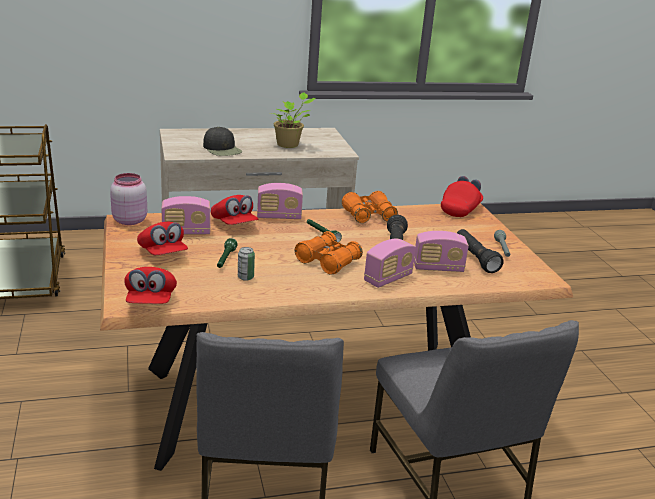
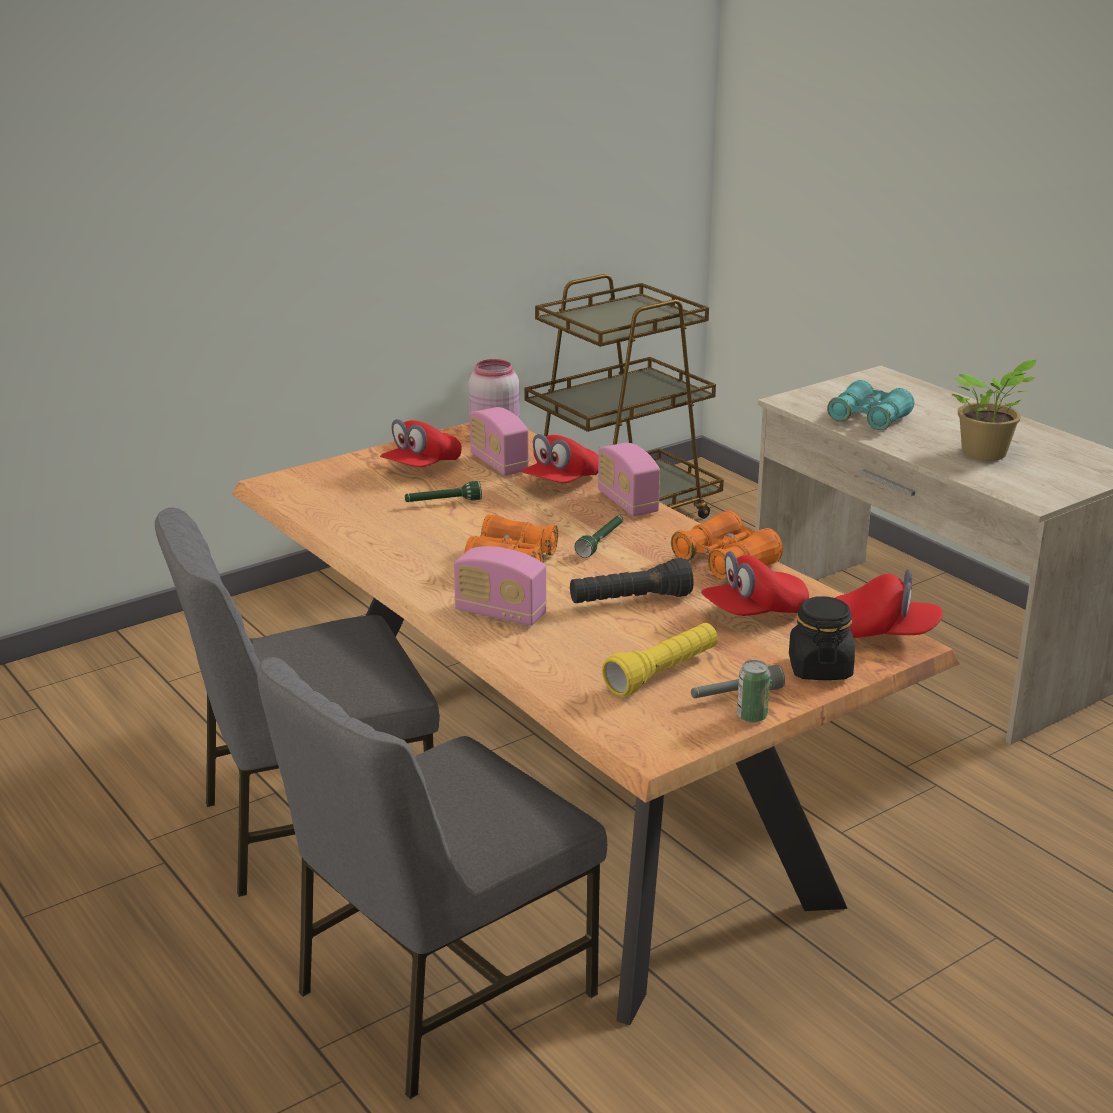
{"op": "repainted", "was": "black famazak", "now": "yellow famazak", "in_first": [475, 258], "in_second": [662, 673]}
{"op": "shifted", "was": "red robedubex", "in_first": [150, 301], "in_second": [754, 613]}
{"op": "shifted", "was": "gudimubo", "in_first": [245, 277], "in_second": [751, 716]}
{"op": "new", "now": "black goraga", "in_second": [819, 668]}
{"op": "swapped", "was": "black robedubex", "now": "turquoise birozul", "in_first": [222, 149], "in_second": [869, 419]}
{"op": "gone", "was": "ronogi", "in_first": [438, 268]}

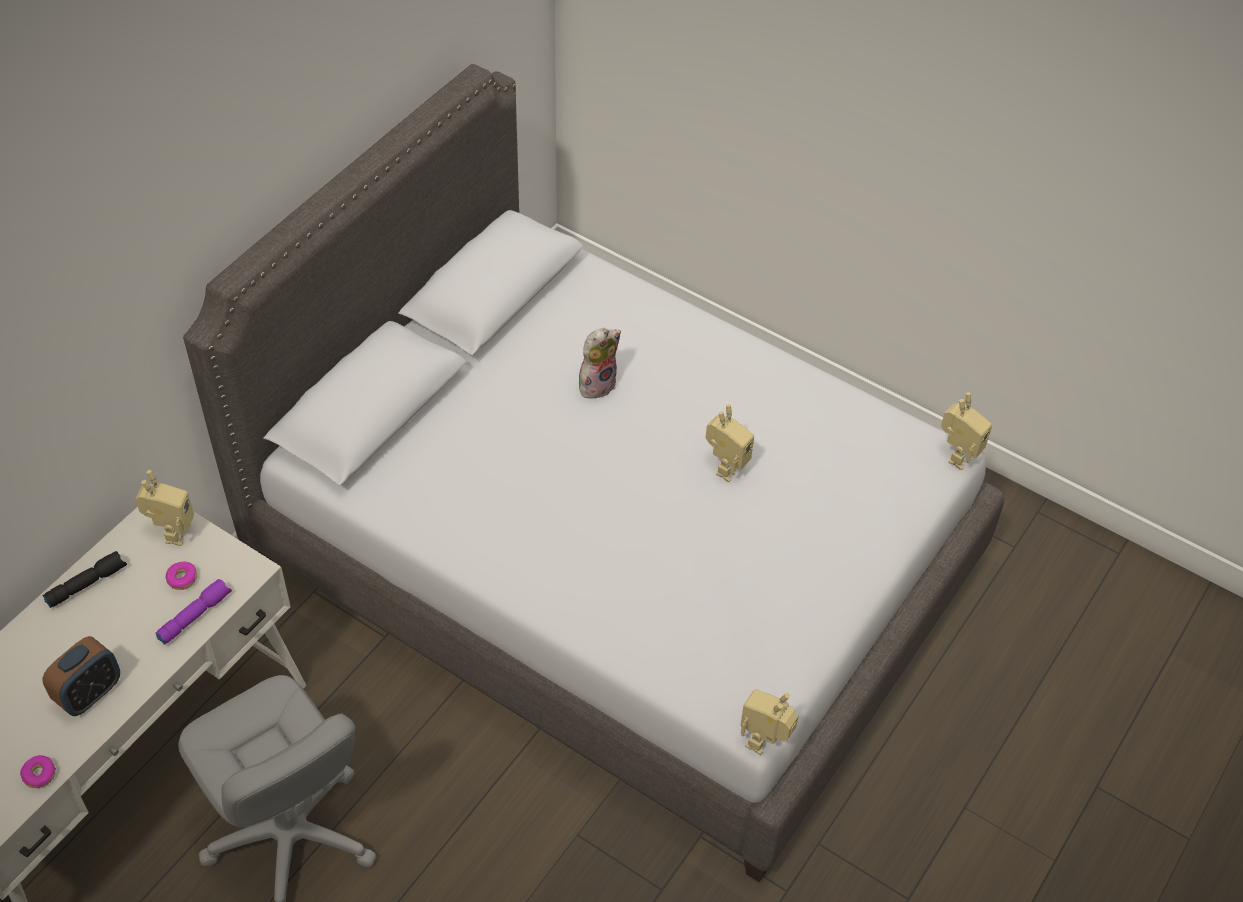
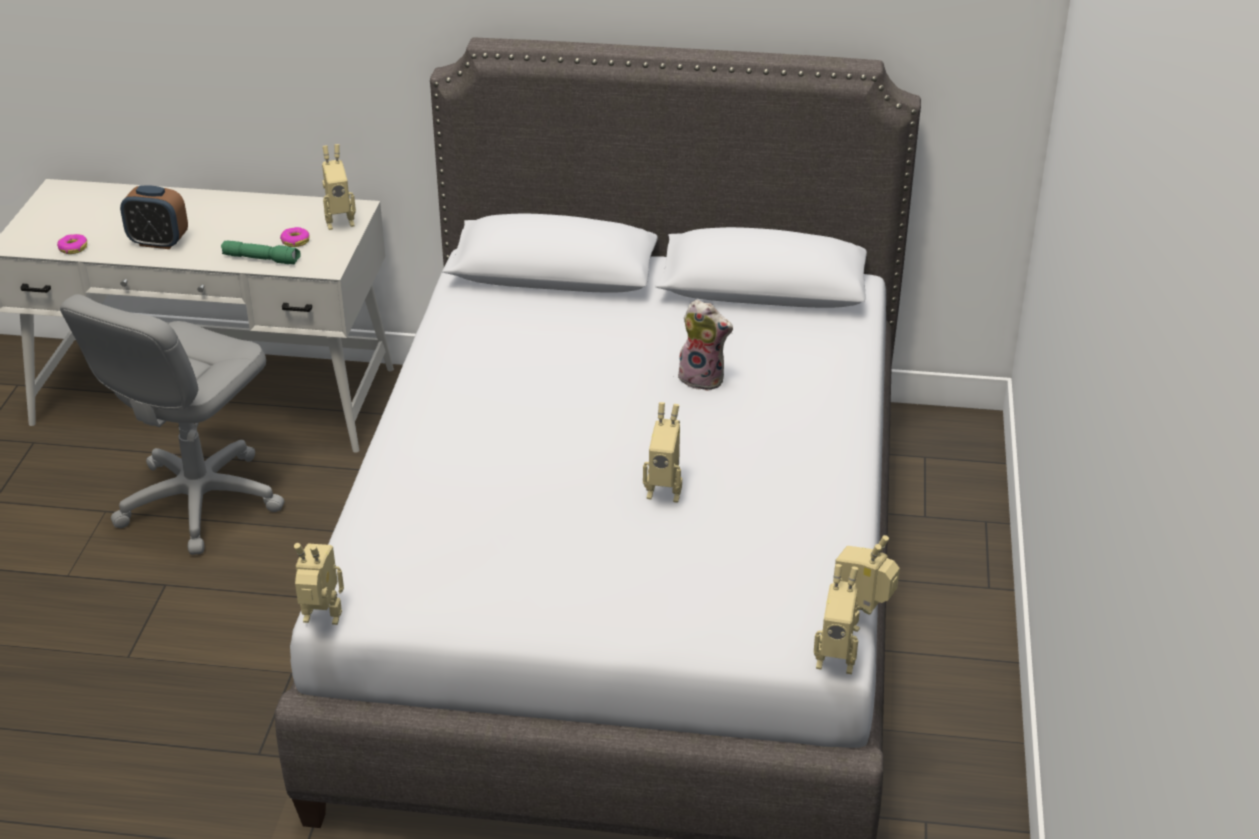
{"op": "repainted", "was": "purple famazak", "now": "green famazak", "in_first": [194, 615], "in_second": [262, 259]}
{"op": "new", "now": "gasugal", "in_second": [861, 620]}
{"op": "gone", "was": "black famazak", "in_first": [87, 583]}

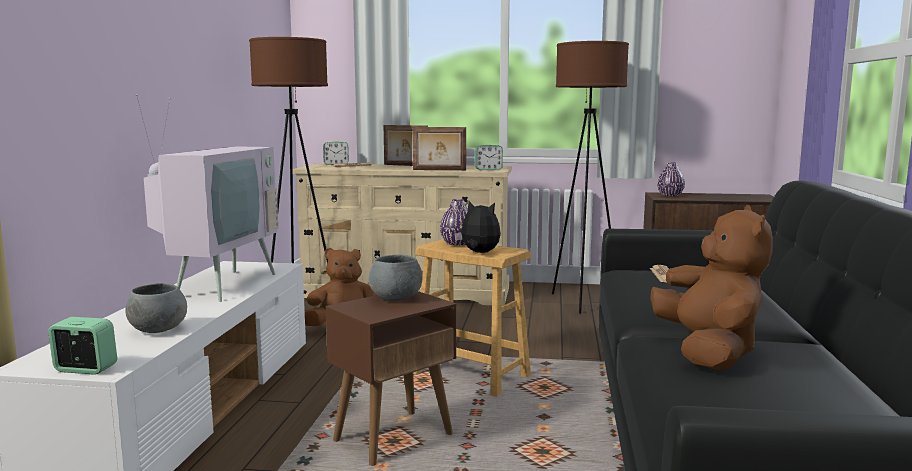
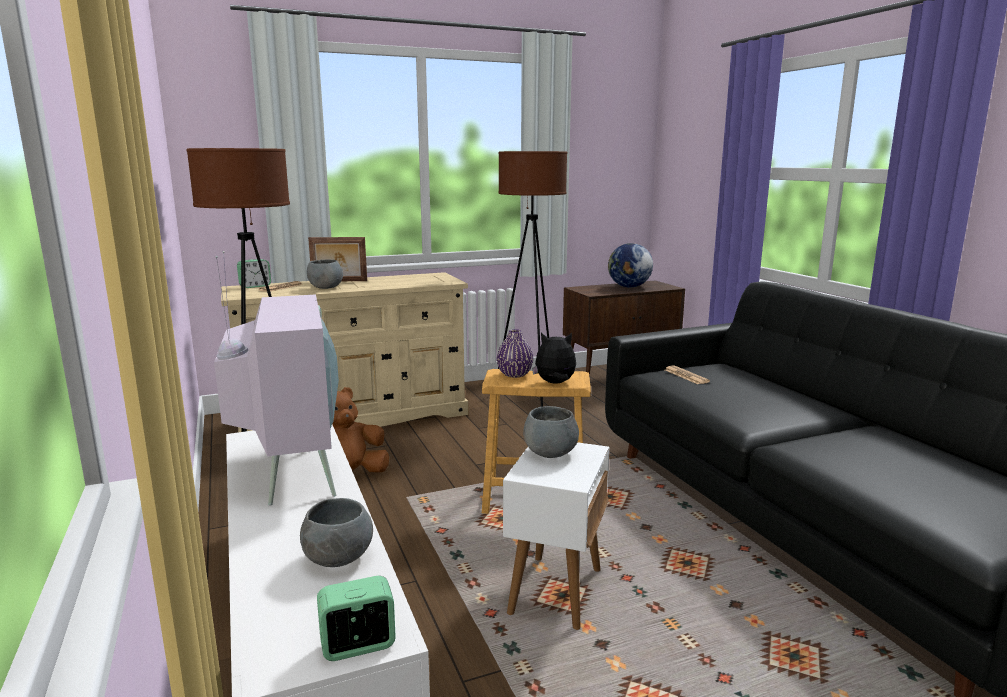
{"op": "new", "now": "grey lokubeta", "in_second": [326, 287]}
{"op": "repainted", "was": "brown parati", "now": "white parati", "in_first": [394, 437], "in_second": [556, 590]}
{"op": "new", "now": "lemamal", "in_second": [628, 287]}
{"op": "gone", "was": "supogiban", "in_first": [439, 170]}
{"op": "gone", "was": "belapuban", "in_first": [488, 169]}
{"op": "gone", "was": "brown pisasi", "in_first": [708, 352]}
{"op": "gone", "was": "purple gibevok", "in_first": [670, 195]}

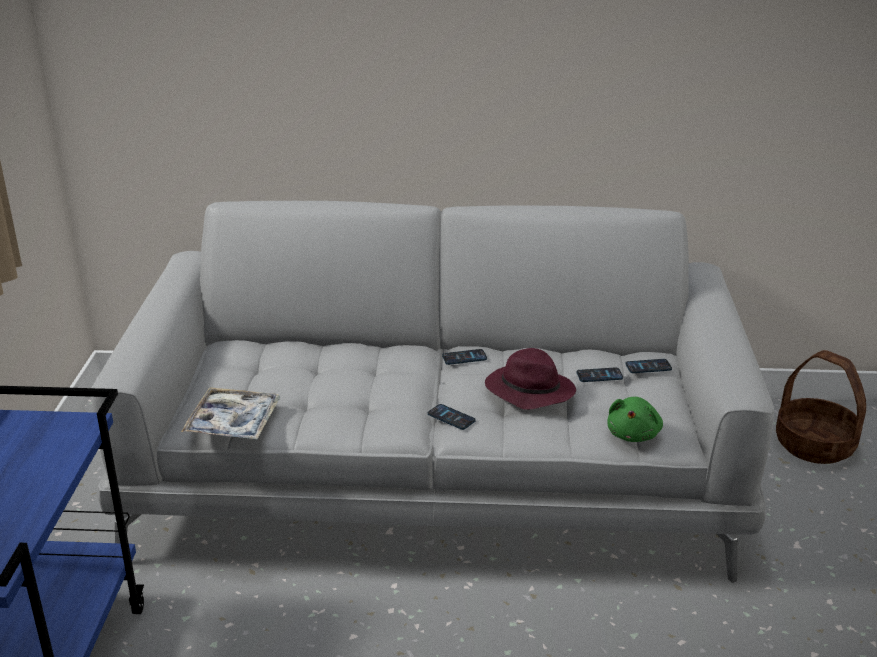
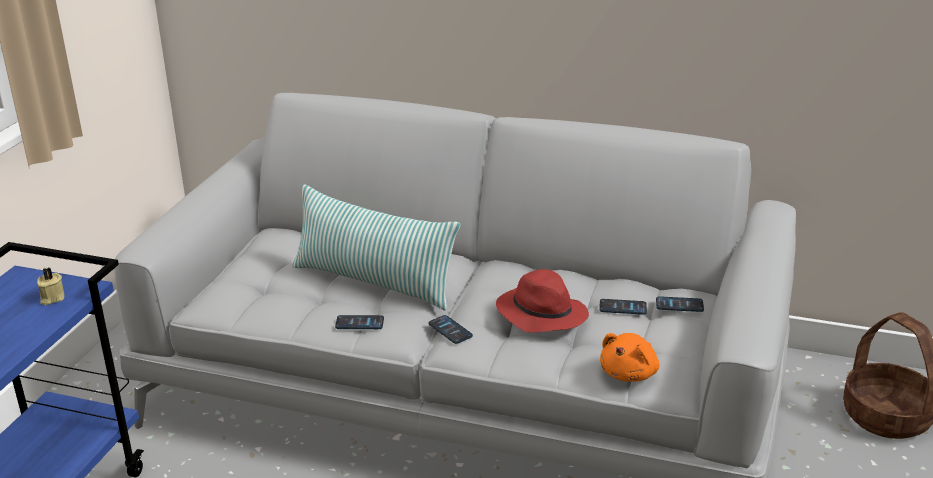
{"op": "new", "now": "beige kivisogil", "in_second": [51, 298]}
{"op": "new", "now": "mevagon", "in_second": [374, 282]}
{"op": "shifted", "was": "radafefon", "in_first": [464, 357], "in_second": [359, 323]}
{"op": "repainted", "was": "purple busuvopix", "now": "red busuvopix", "in_first": [528, 391], "in_second": [540, 314]}
{"op": "repainted", "was": "green pisasi", "now": "orange pisasi", "in_first": [633, 434], "in_second": [630, 373]}
{"op": "gone", "was": "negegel", "in_first": [233, 422]}

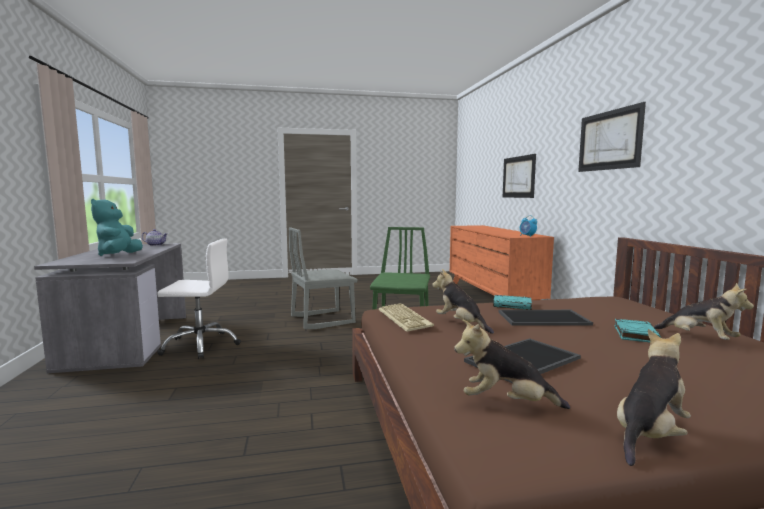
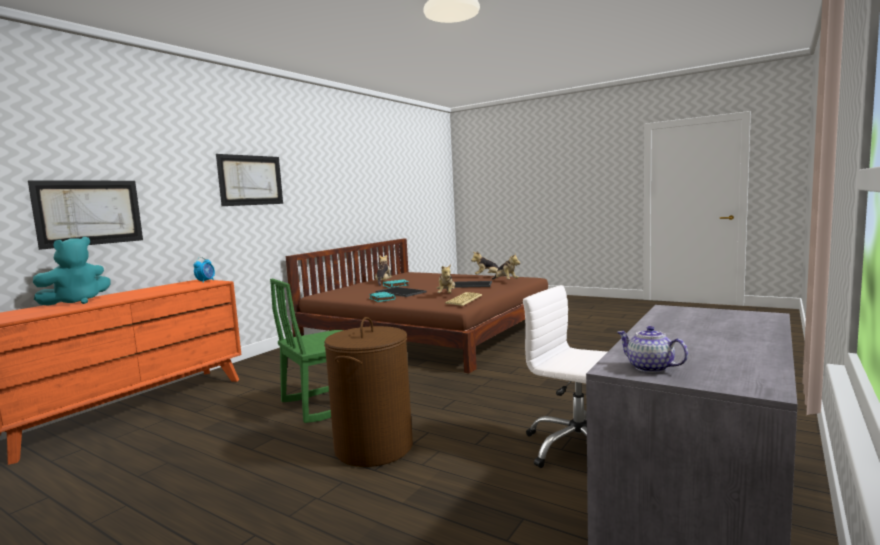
{"op": "shifted", "was": "turquoise pisasi", "in_first": [119, 255], "in_second": [76, 302]}
{"op": "swapped", "was": "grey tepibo", "now": "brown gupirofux", "in_first": [322, 320], "in_second": [374, 447]}

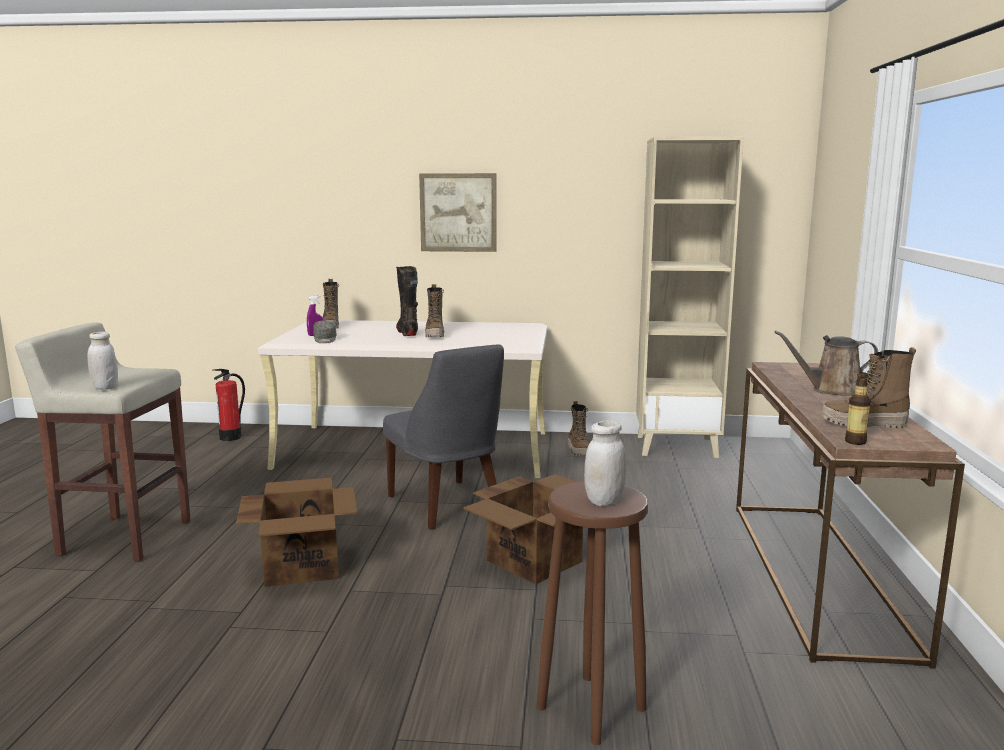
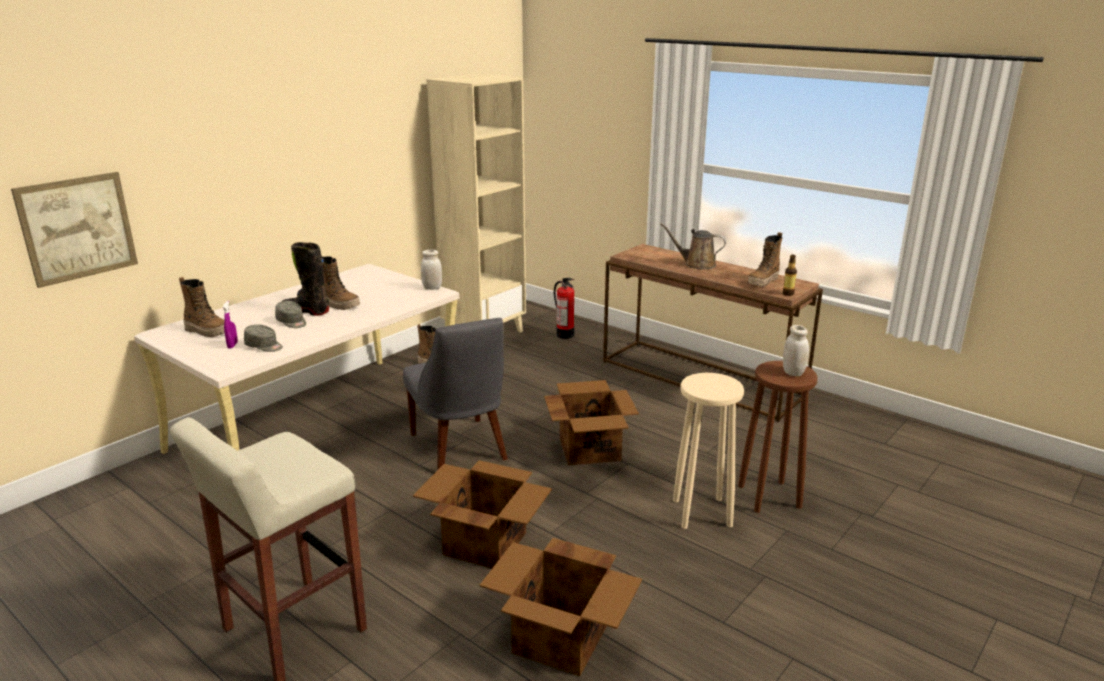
{"op": "shifted", "was": "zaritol", "in_first": [458, 212], "in_second": [77, 228]}
{"op": "new", "now": "grey robedubex", "in_second": [292, 322]}
{"op": "rotated", "was": "grey tepibo", "in_first": [447, 506], "in_second": [460, 449], "clockwise": 60}
{"op": "shifted", "was": "white goraga", "in_first": [105, 387], "in_second": [432, 288]}
{"op": "new", "now": "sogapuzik", "in_second": [561, 639]}
{"op": "shifted", "was": "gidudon", "in_first": [230, 437], "in_second": [565, 335]}
{"op": "rotated", "was": "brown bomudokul", "in_first": [831, 390], "in_second": [696, 264], "clockwise": 75}
{"op": "new", "now": "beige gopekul", "in_second": [701, 512]}

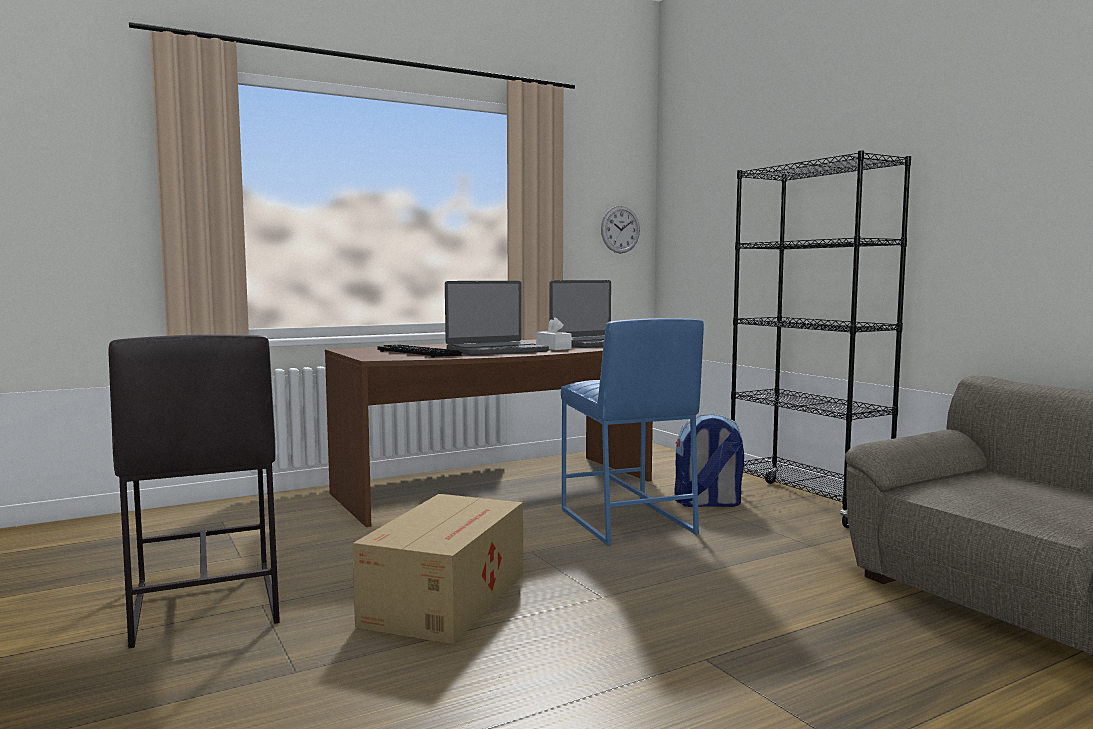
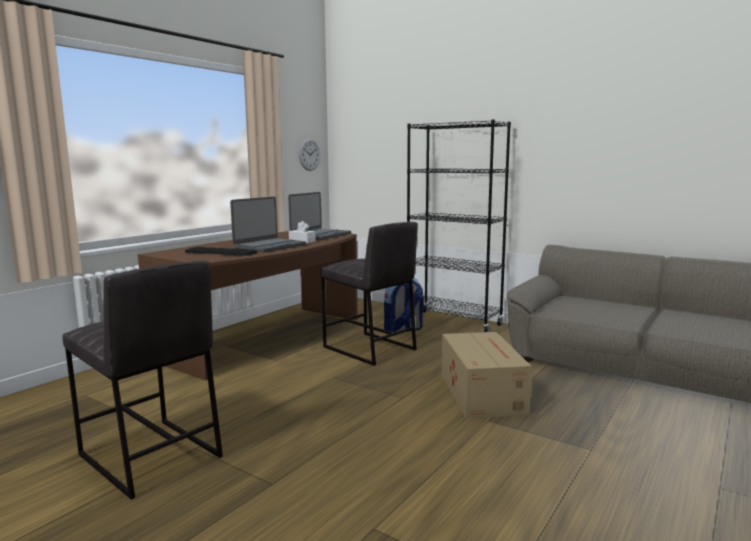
{"op": "repainted", "was": "blue gopekul", "now": "grey gopekul", "in_first": [626, 521], "in_second": [369, 349]}
{"op": "shifted", "was": "sogapuzik", "in_first": [448, 597], "in_second": [482, 392]}

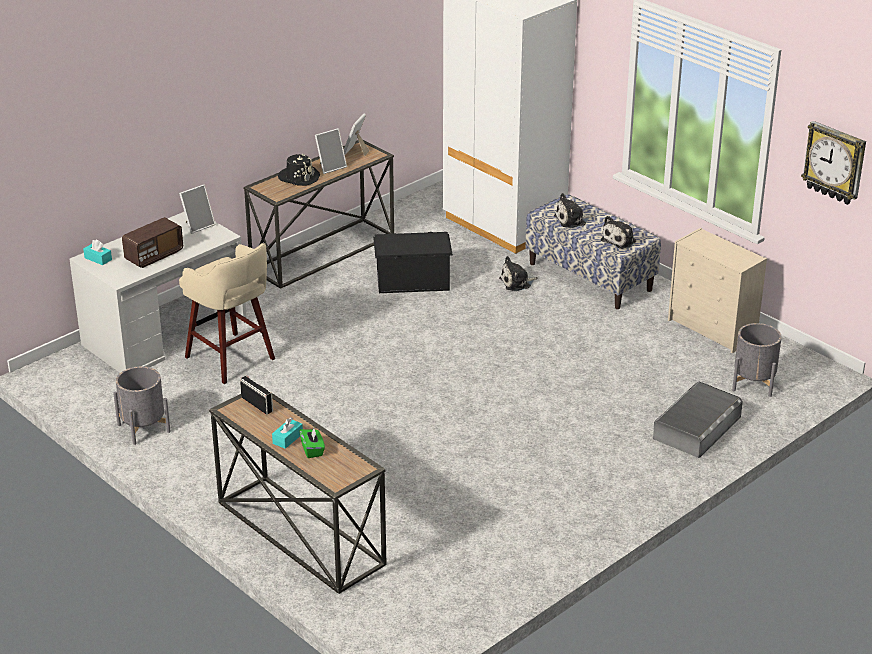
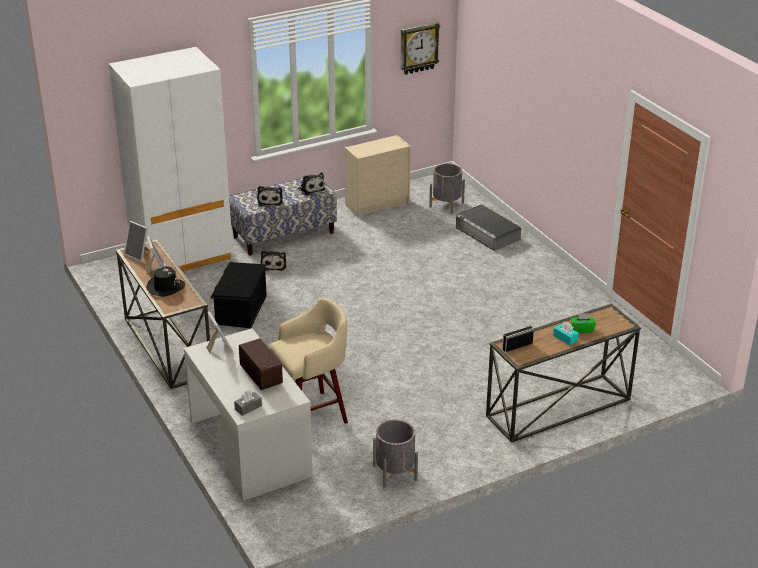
{"op": "repainted", "was": "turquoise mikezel", "now": "grey mikezel", "in_first": [98, 259], "in_second": [248, 407]}

